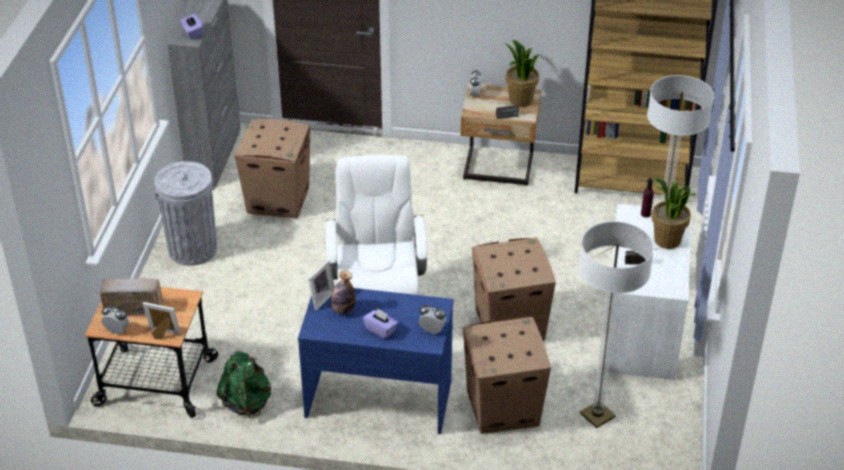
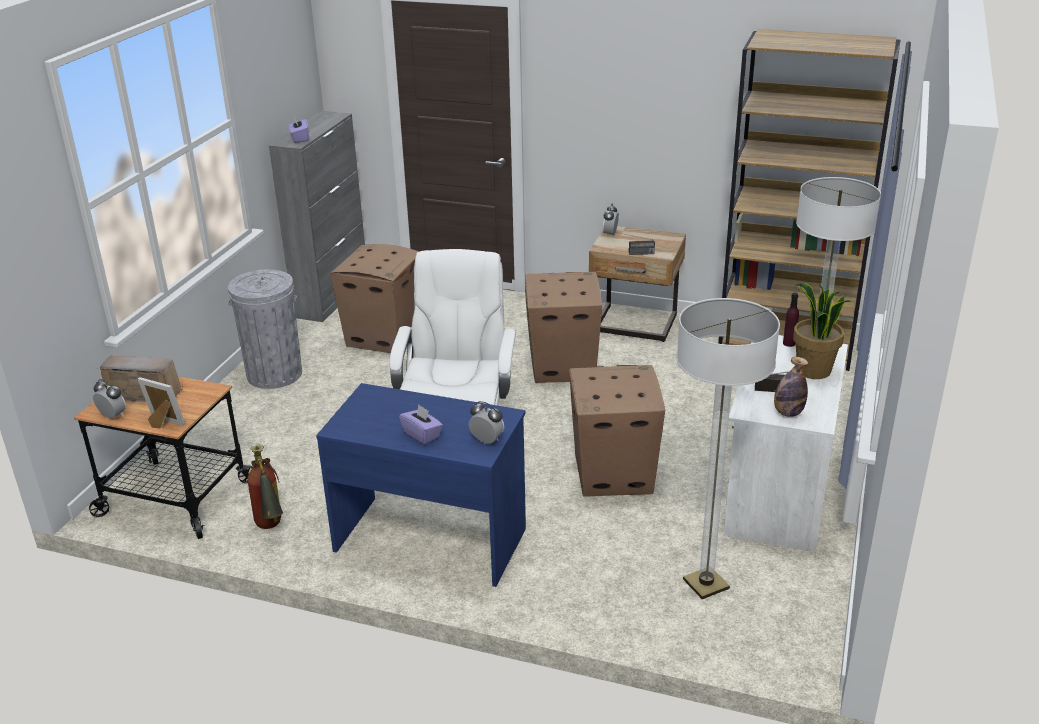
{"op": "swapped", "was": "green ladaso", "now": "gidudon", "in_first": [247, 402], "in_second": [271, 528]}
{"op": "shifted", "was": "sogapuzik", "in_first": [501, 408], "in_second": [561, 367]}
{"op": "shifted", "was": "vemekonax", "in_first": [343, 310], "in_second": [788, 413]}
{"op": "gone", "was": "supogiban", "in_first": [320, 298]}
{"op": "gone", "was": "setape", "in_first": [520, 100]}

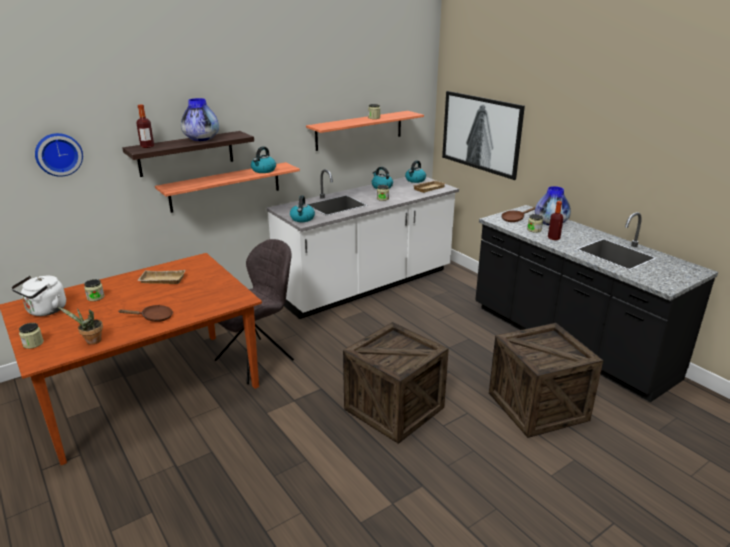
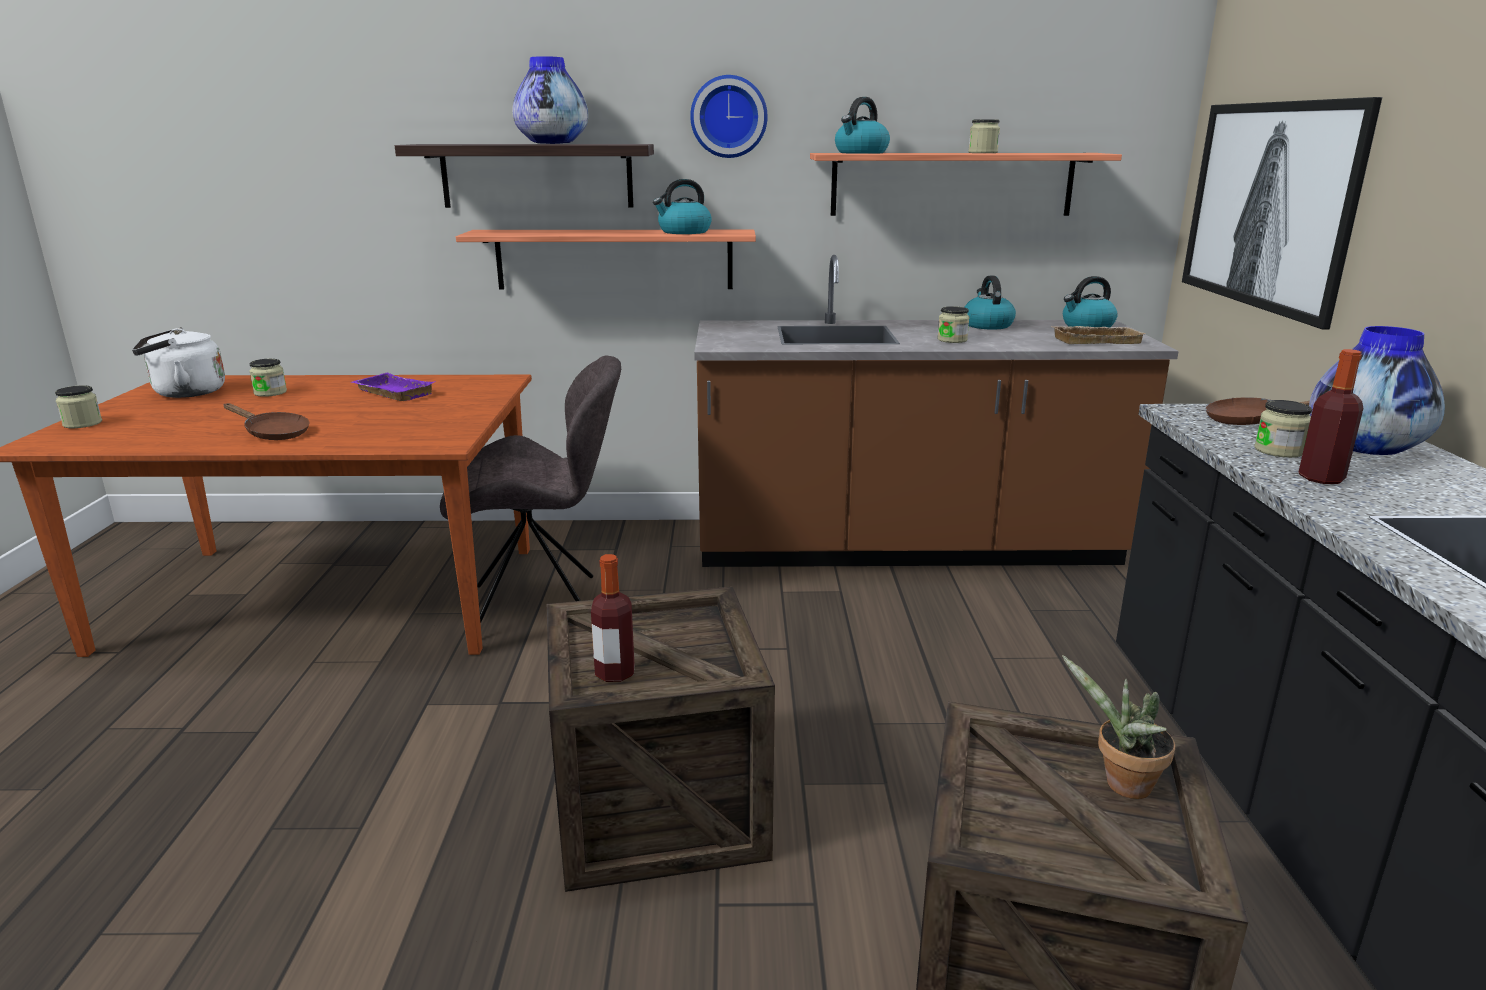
{"op": "repainted", "was": "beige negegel", "now": "purple negegel", "in_first": [161, 280], "in_second": [391, 393]}
{"op": "shifted", "was": "vemekonax", "in_first": [147, 146], "in_second": [615, 673]}
{"op": "shifted", "was": "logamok", "in_first": [58, 154], "in_second": [728, 117]}
{"op": "repainted", "was": "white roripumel", "now": "brown roripumel", "in_first": [366, 285], "in_second": [906, 548]}
{"op": "shifted", "was": "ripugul", "in_first": [302, 219], "in_second": [861, 153]}
{"op": "shifted", "was": "setape", "in_first": [91, 341], "in_second": [1121, 785]}

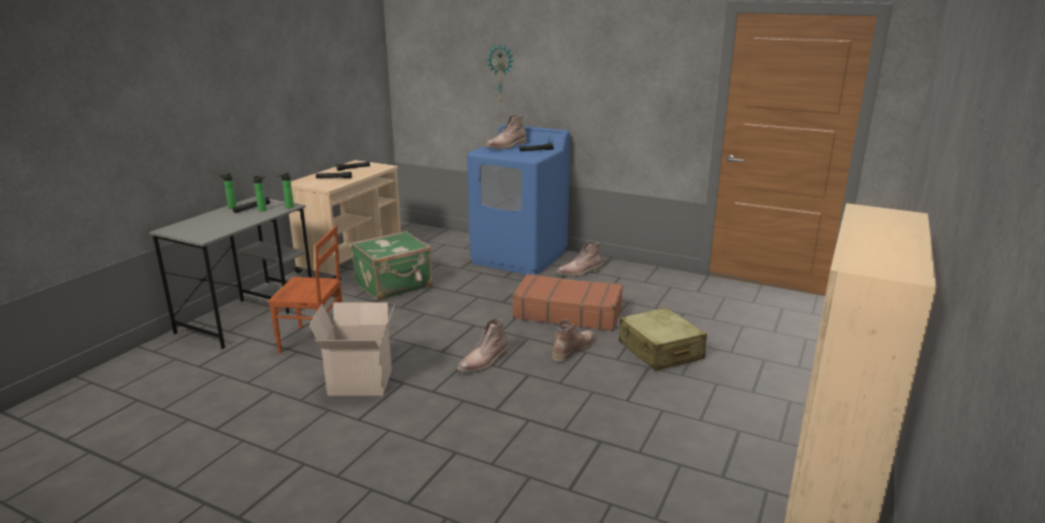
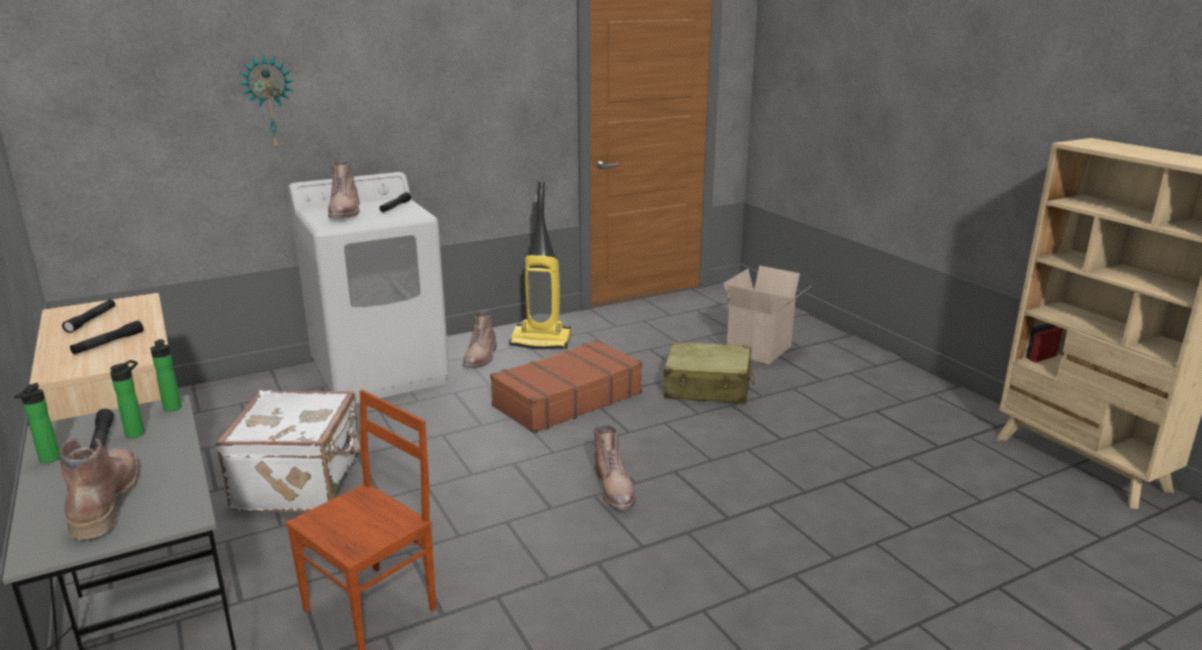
{"op": "shifted", "was": "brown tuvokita", "in_first": [573, 349], "in_second": [104, 500]}
{"op": "repainted", "was": "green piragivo", "now": "white piragivo", "in_first": [394, 285], "in_second": [302, 482]}
{"op": "repainted", "was": "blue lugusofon", "now": "white lugusofon", "in_first": [520, 257], "in_second": [381, 373]}
{"op": "new", "now": "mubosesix", "in_second": [541, 341]}
{"op": "shifted", "was": "sogapuzik", "in_first": [359, 383], "in_second": [760, 350]}

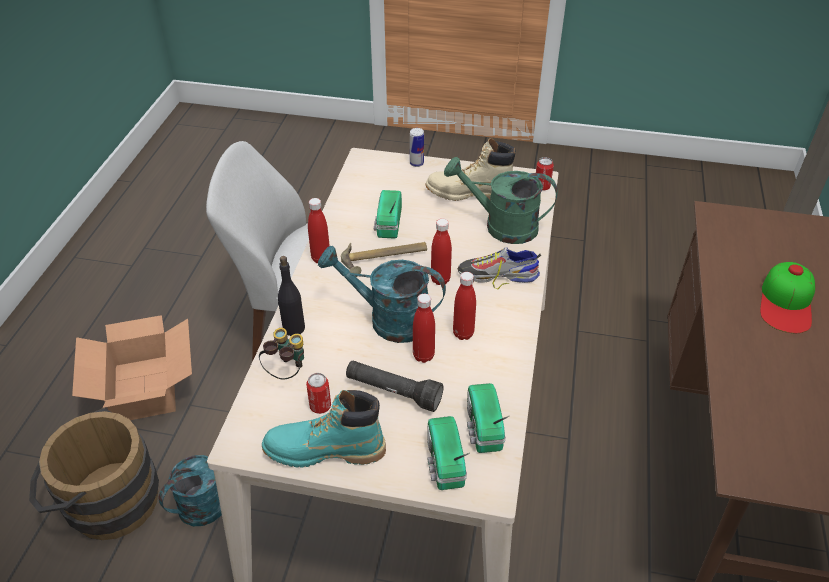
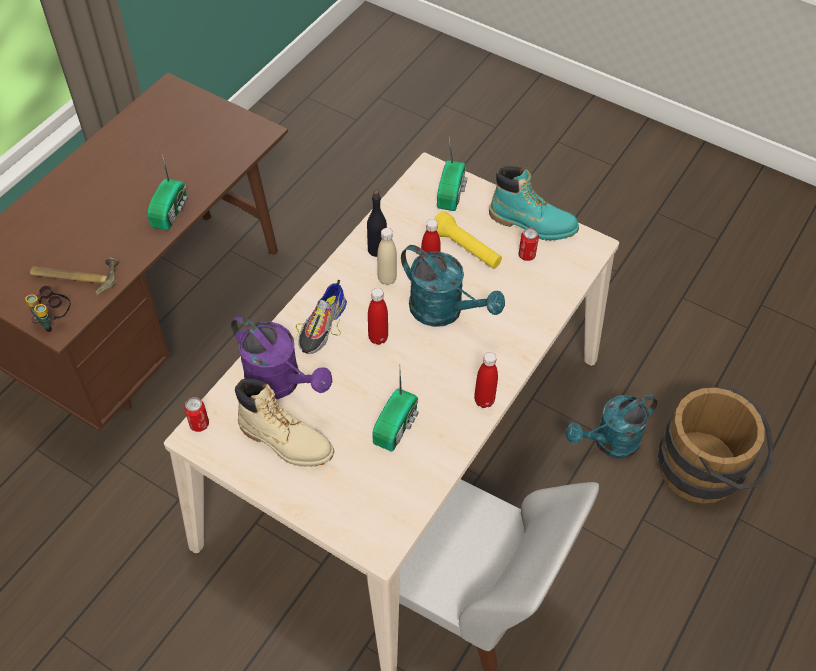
{"op": "shifted", "was": "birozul", "in_first": [286, 371], "in_second": [54, 320]}
{"op": "shifted", "was": "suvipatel", "in_first": [384, 259], "in_second": [76, 276]}
{"op": "shifted", "was": "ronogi", "in_first": [482, 428], "in_second": [171, 211]}
{"op": "repainted", "was": "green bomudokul", "now": "purple bomudokul", "in_first": [501, 226], "in_second": [281, 383]}
{"op": "rotated", "was": "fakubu", "in_first": [497, 275], "in_second": [322, 326], "clockwise": 90}
{"op": "shifted", "was": "black vemekonax", "in_first": [293, 328], "in_second": [377, 250]}
{"op": "repainted", "was": "red vemekonax", "now": "beige vemekonax", "in_first": [463, 333], "in_second": [387, 279]}
{"op": "repainted", "was": "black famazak", "now": "yellow famazak", "in_first": [393, 392], "in_second": [466, 249]}
{"op": "gone", "was": "sogapuzik", "in_first": [143, 389]}
{"op": "gone", "was": "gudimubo", "in_first": [416, 163]}
{"op": "gone", "was": "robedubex", "in_first": [786, 302]}

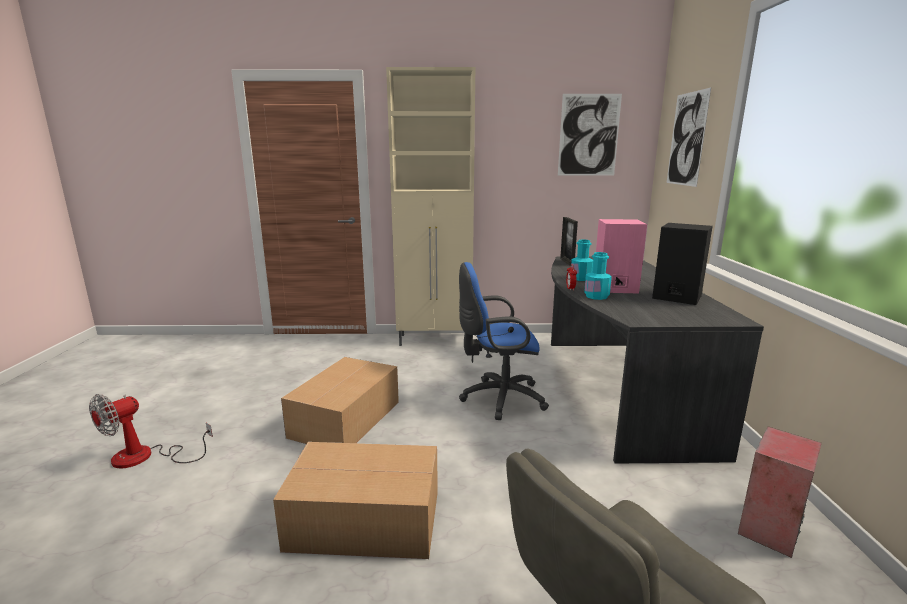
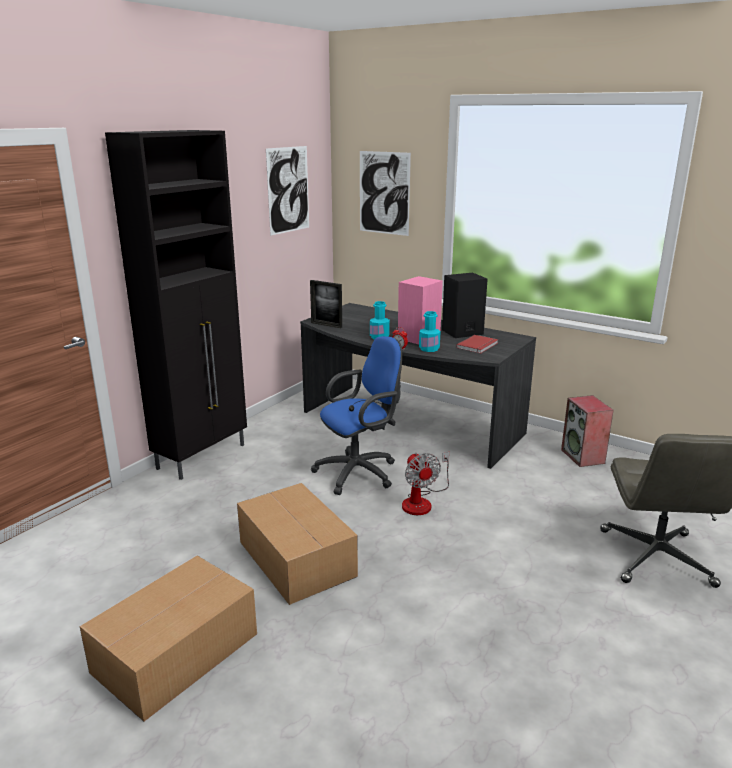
{"op": "shifted", "was": "sogapuzik", "in_first": [367, 520], "in_second": [178, 652]}
{"op": "repainted", "was": "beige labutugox", "now": "black labutugox", "in_first": [435, 340], "in_second": [203, 456]}
{"op": "rotated", "was": "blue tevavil", "in_first": [498, 398], "in_second": [360, 472], "clockwise": -150}
{"op": "shifted", "was": "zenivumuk", "in_first": [145, 457], "in_second": [422, 501]}
{"op": "new", "now": "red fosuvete", "in_second": [478, 346]}

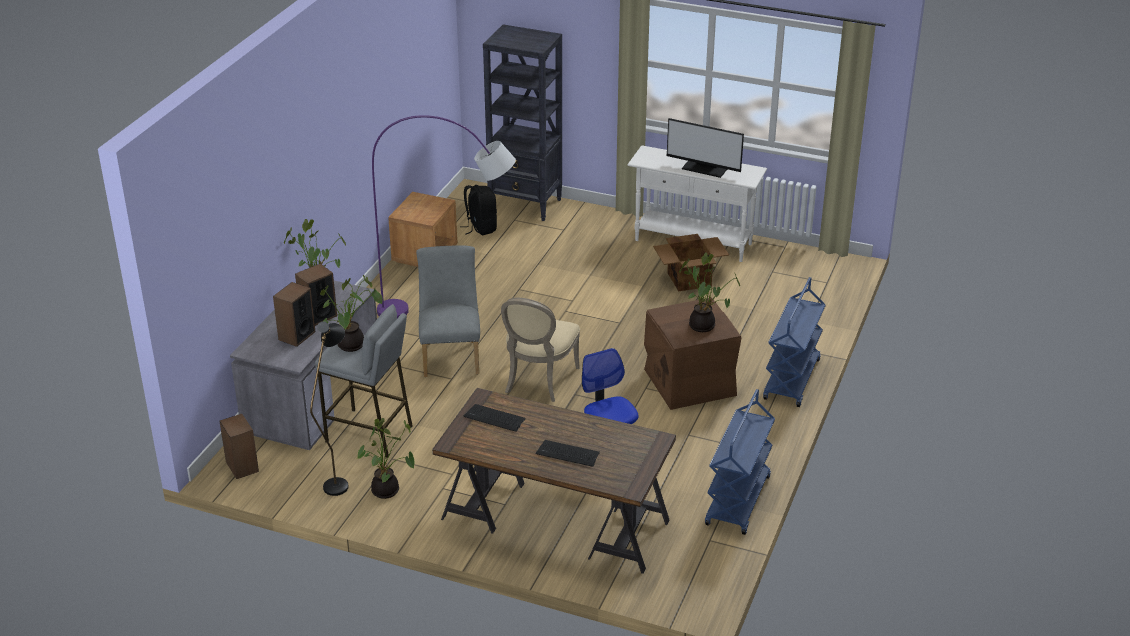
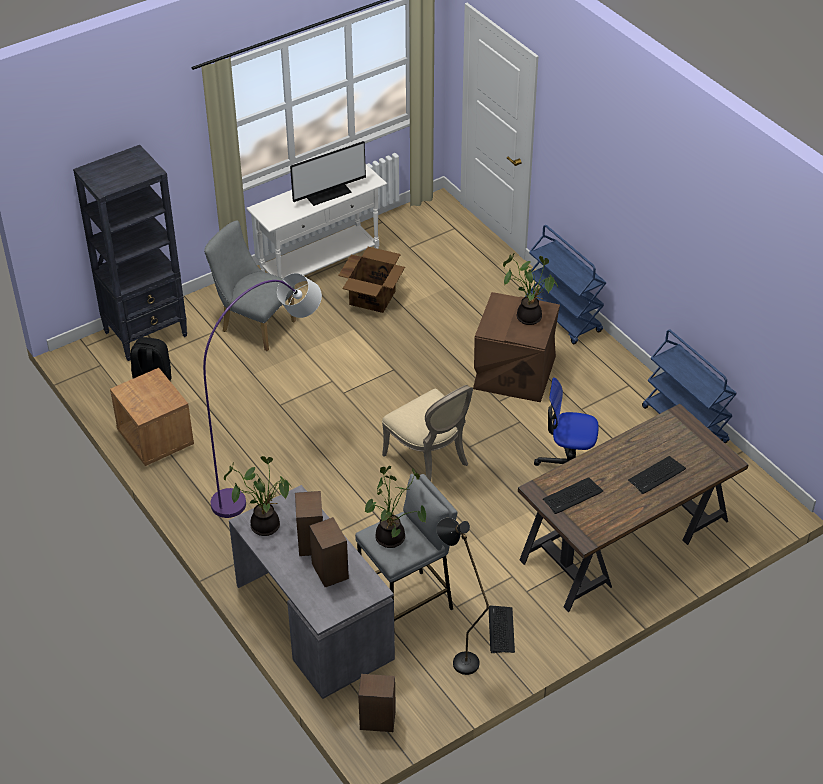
{"op": "shifted", "was": "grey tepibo", "in_first": [451, 355], "in_second": [253, 325]}
{"op": "swapped", "was": "setape", "now": "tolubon", "in_first": [388, 491], "in_second": [501, 630]}

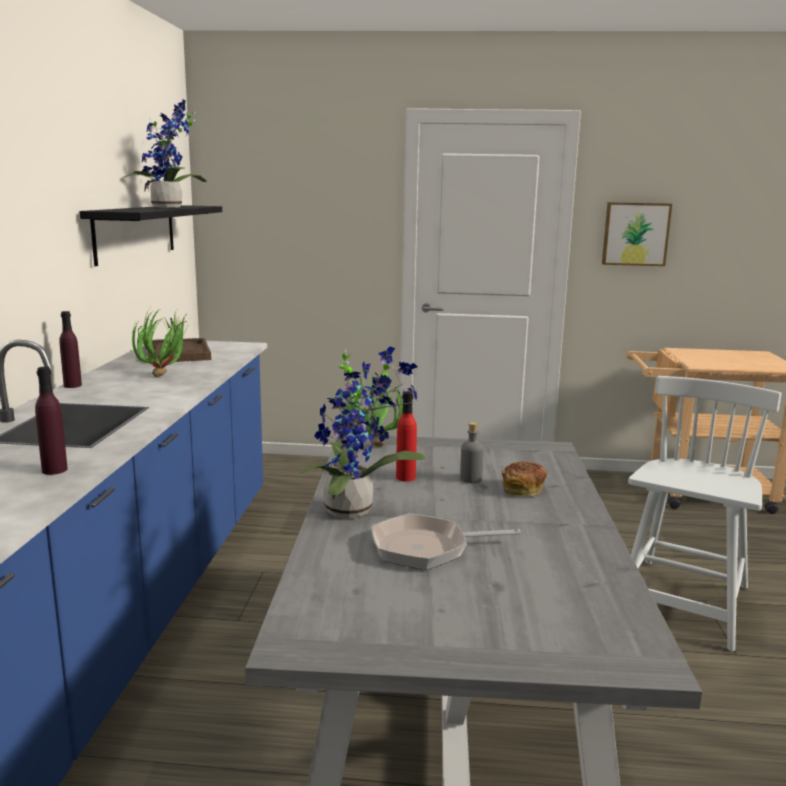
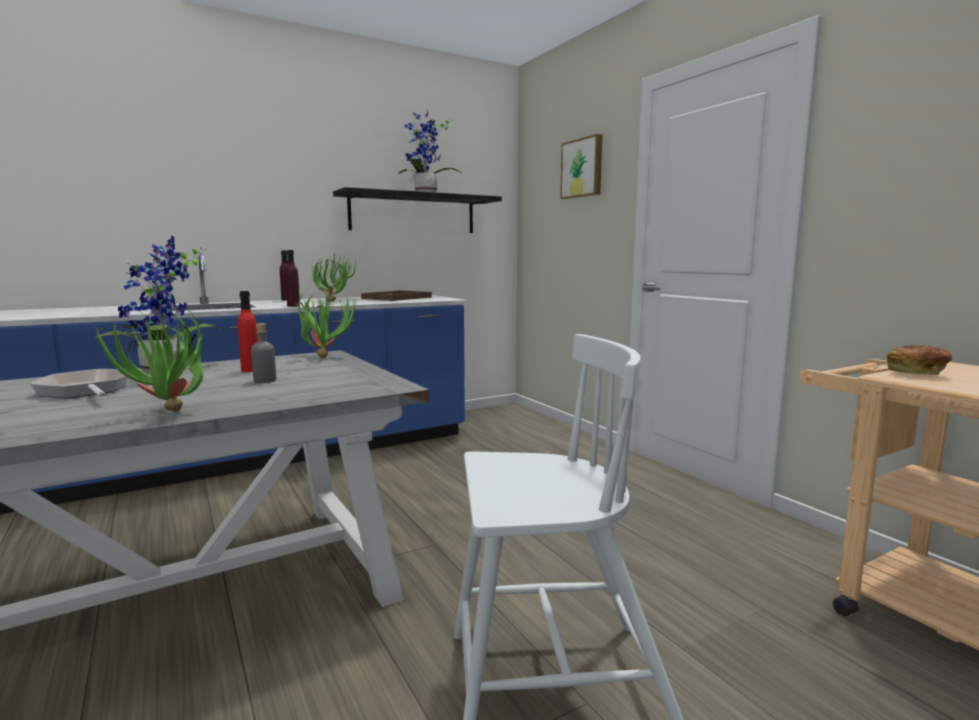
{"op": "new", "now": "setape", "in_second": [169, 415]}
{"op": "shifted", "was": "purple vemekonax", "in_first": [54, 470], "in_second": [293, 306]}
{"op": "shifted", "was": "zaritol", "in_first": [635, 234], "in_second": [583, 168]}
{"op": "shifted", "was": "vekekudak", "in_first": [523, 489], "in_second": [916, 372]}

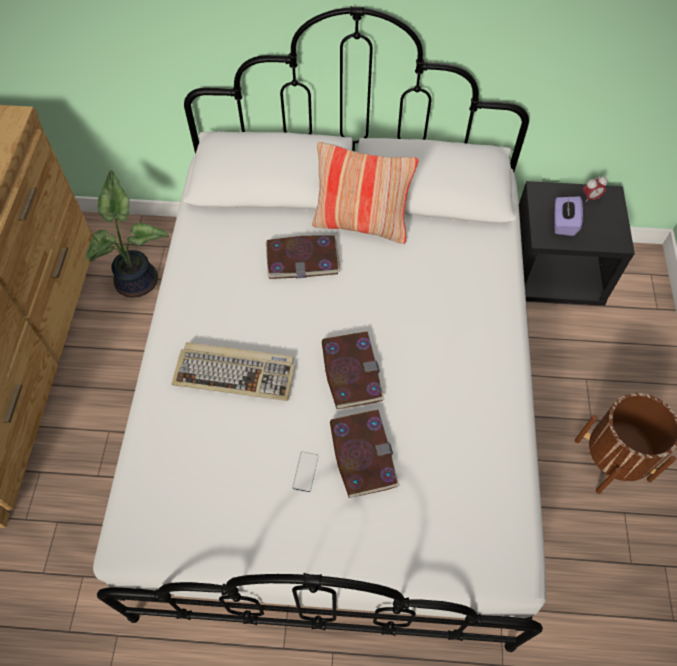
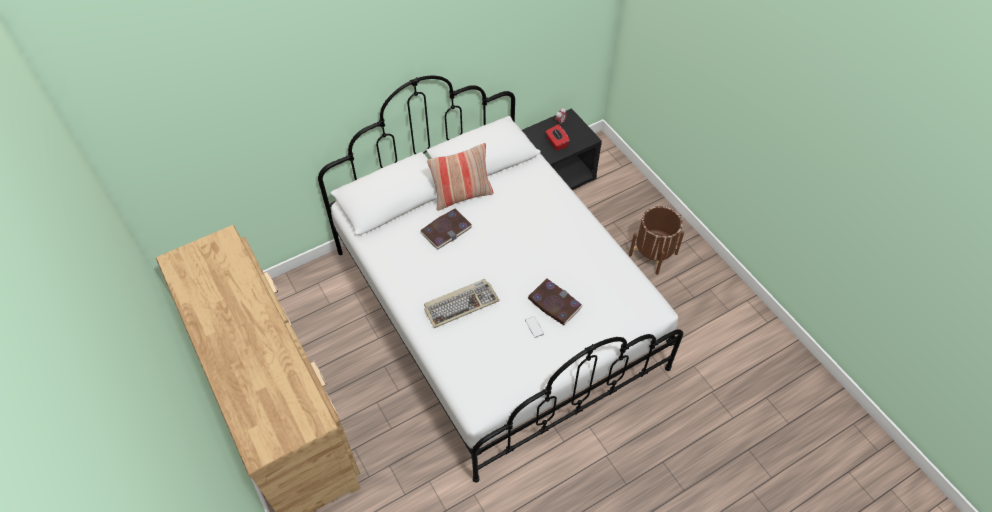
{"op": "repainted", "was": "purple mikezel", "now": "red mikezel", "in_first": [563, 223], "in_second": [556, 143]}
{"op": "gone", "was": "setape", "in_first": [139, 280]}
{"op": "gone", "was": "fosuvete", "in_first": [351, 371]}

